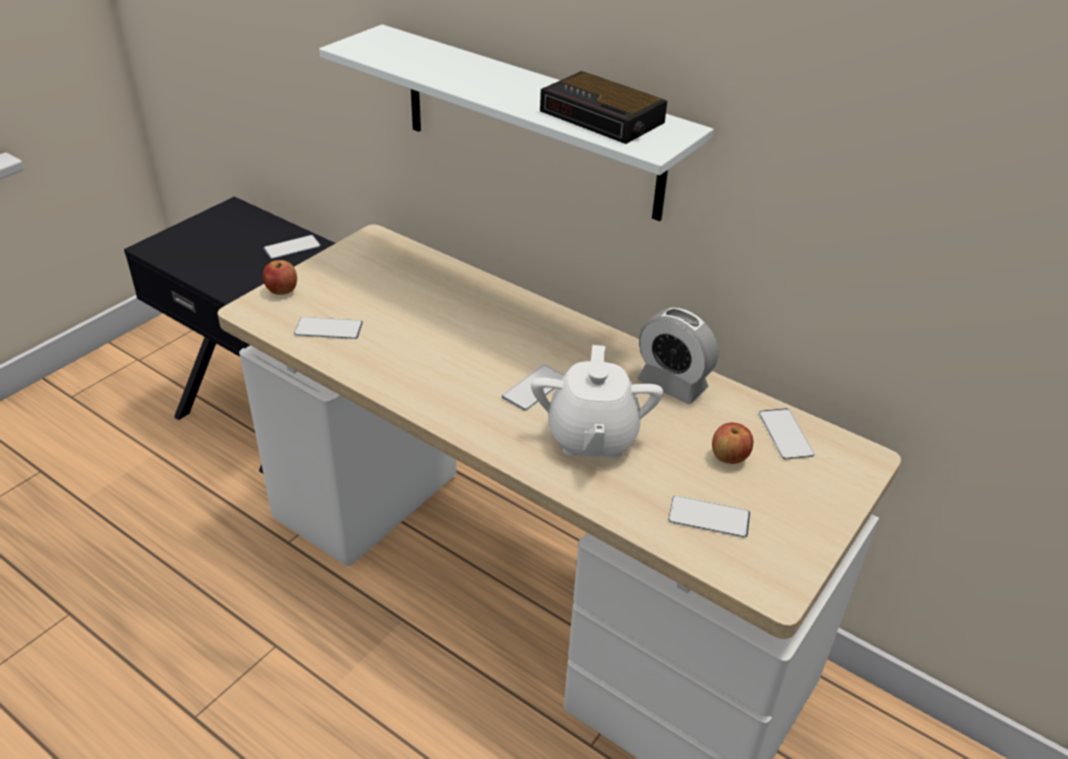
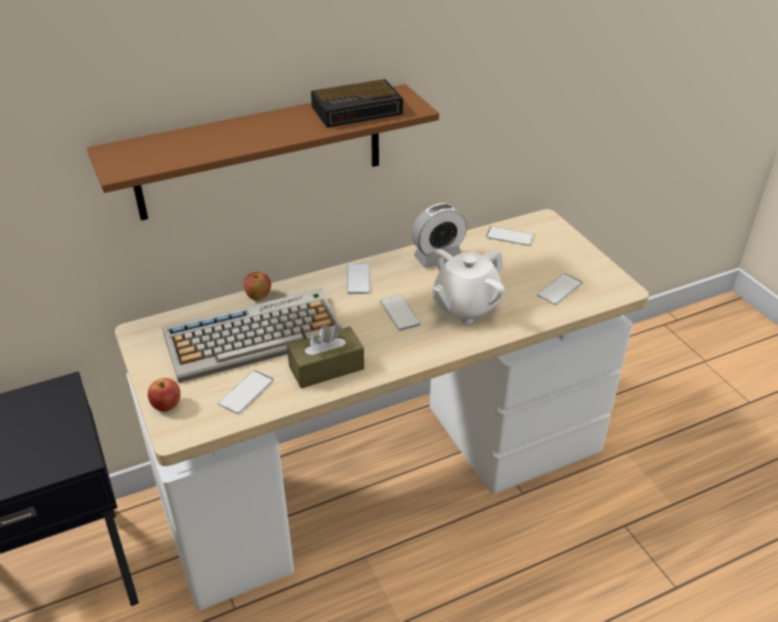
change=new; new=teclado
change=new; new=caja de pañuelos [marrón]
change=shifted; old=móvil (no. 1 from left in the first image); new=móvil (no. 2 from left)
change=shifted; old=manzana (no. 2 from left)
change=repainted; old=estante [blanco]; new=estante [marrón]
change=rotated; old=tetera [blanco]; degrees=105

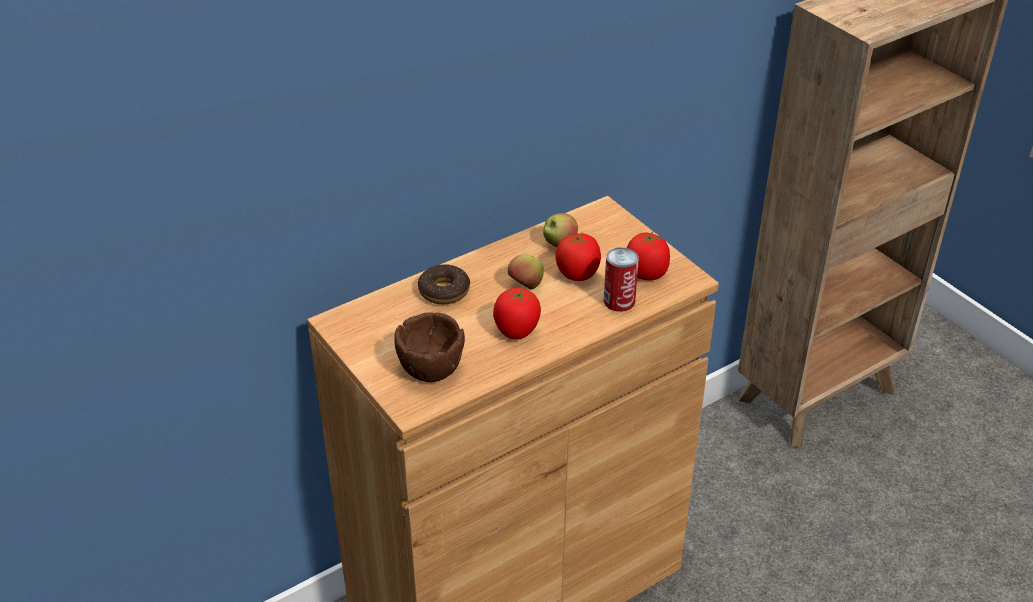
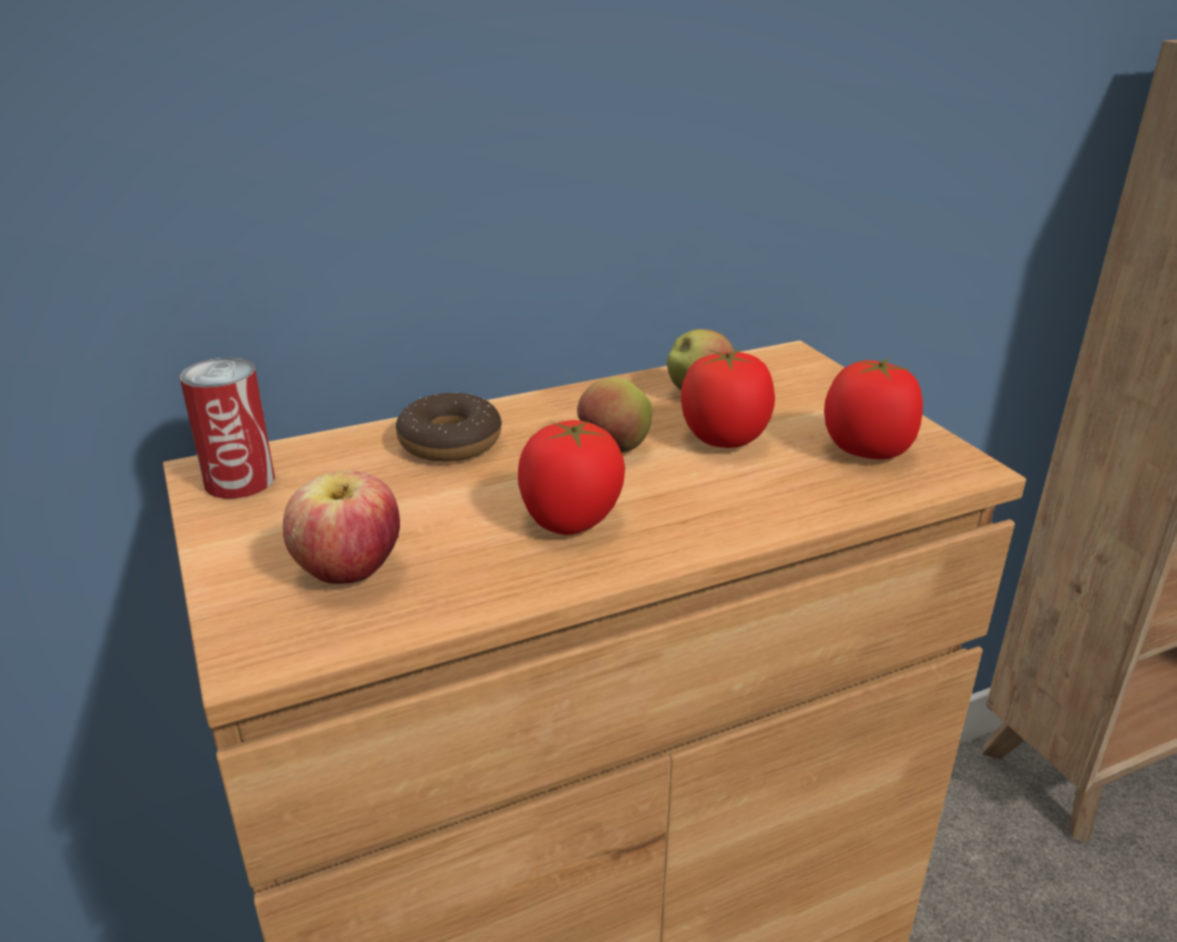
change=shifted; old=lata
change=swapped; old=cuenco [marrón]; new=manzana (no. 1 from left)

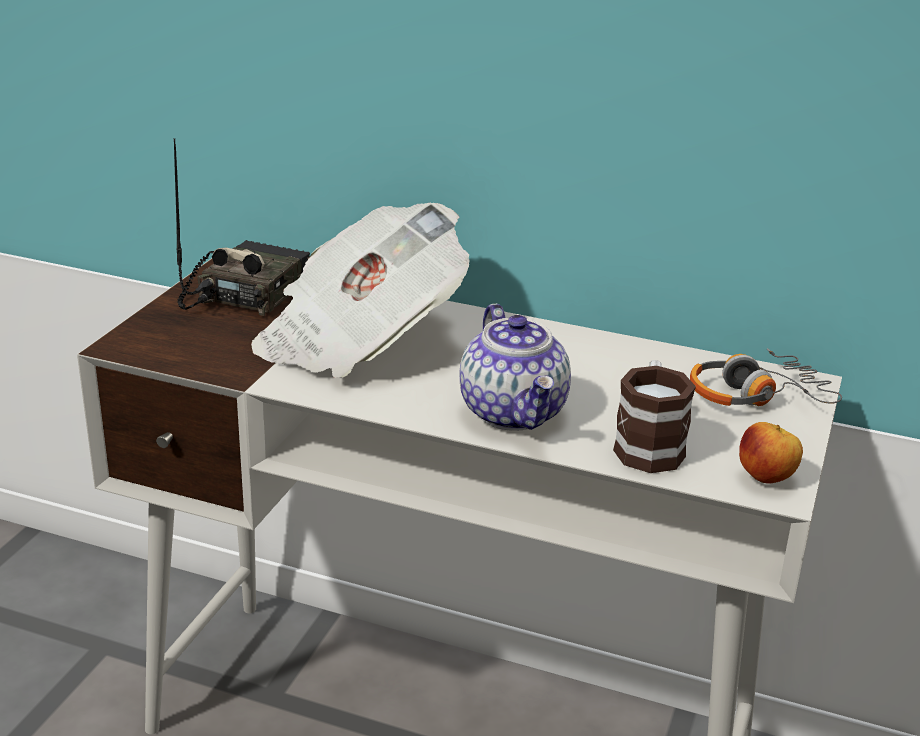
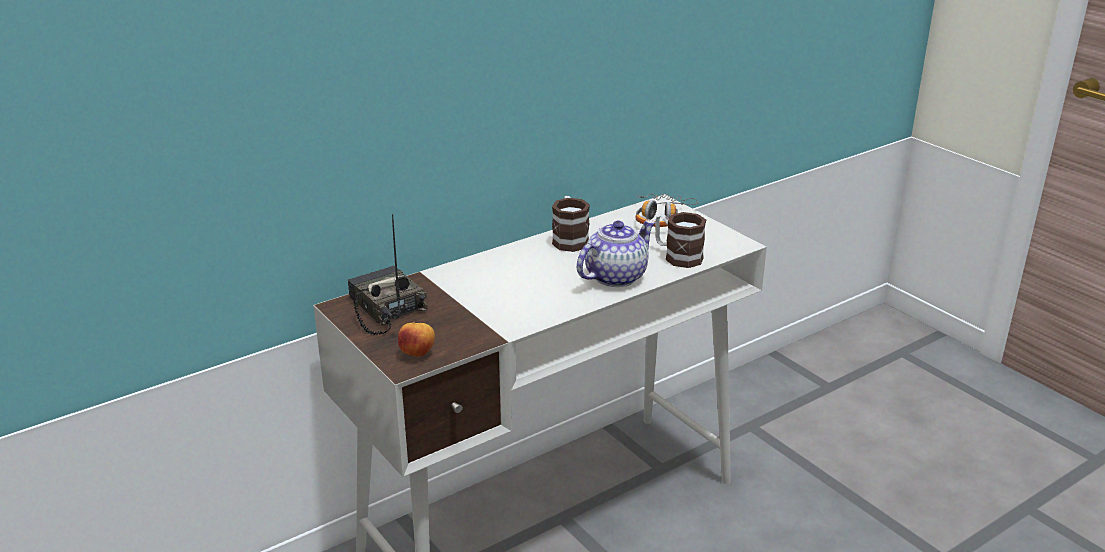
change=gone; old=periódico
change=new; new=taza grande (no. 1 from left)
change=shifted; old=manzana
change=rotated; old=tetera; degrees=-60

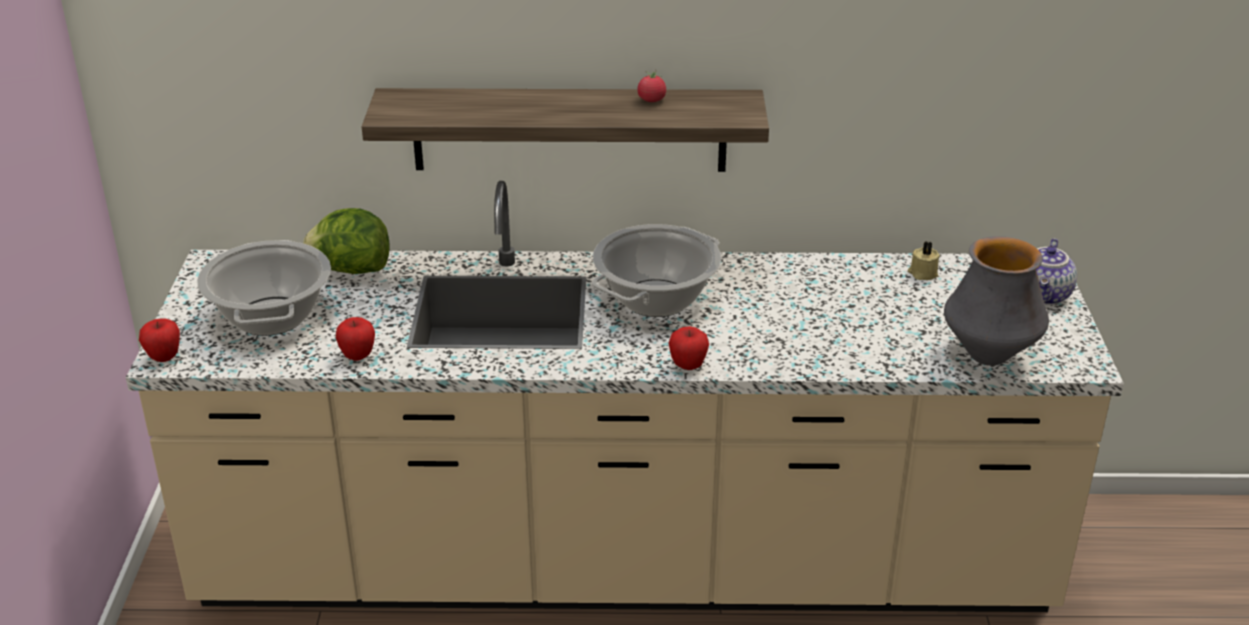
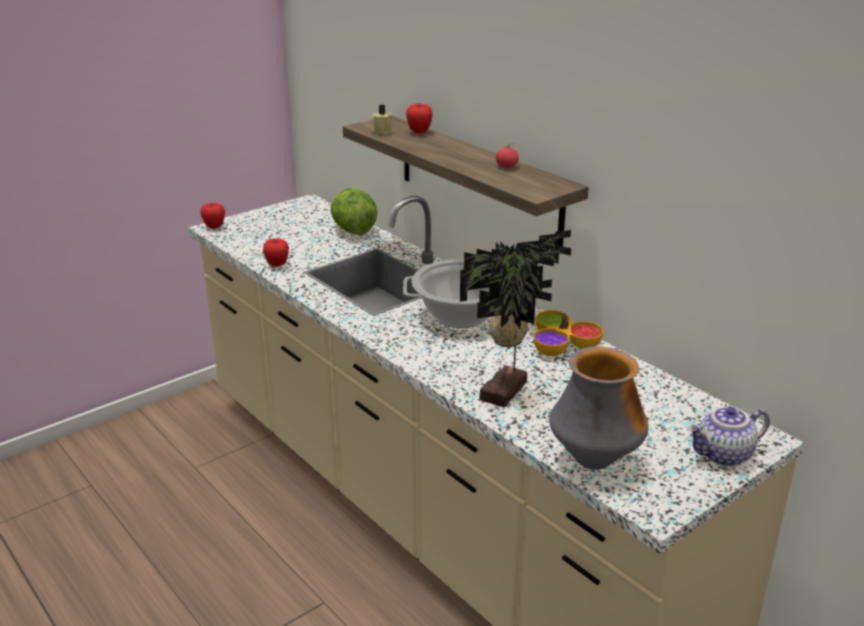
change=gone; old=olla (no. 1 from left)
change=new; new=planta en maceta
change=new; new=cuenco
change=shifted; old=manzana (no. 3 from left)
change=shifted; old=vela [beis]

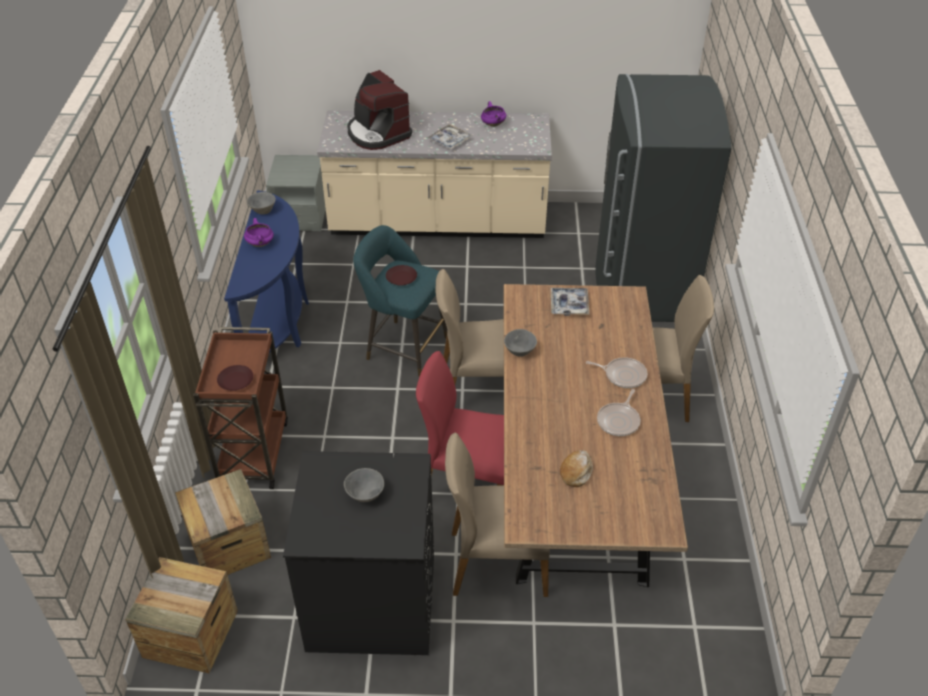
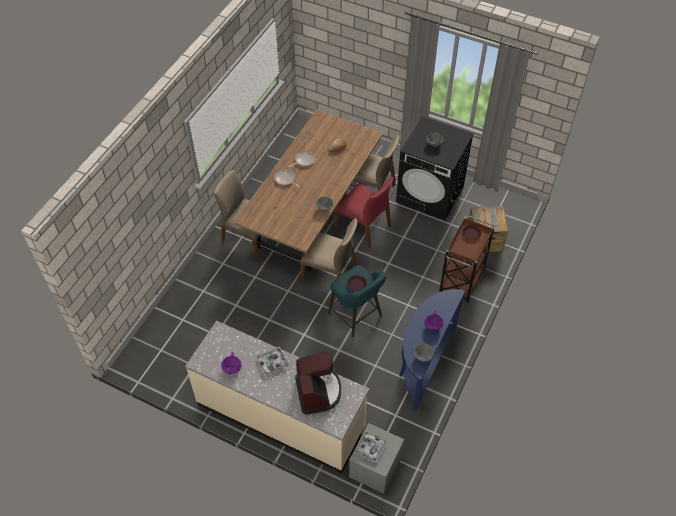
change=gone; old=caja de embalaje (no. 1 from left)
change=gone; old=nevera [gris]
change=shifted; old=bandeja (no. 2 from left)

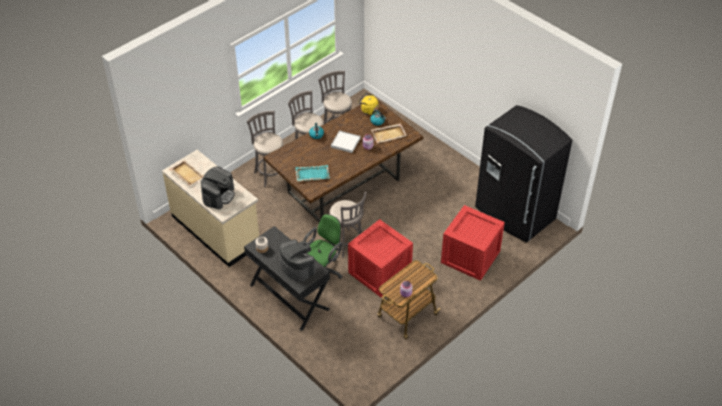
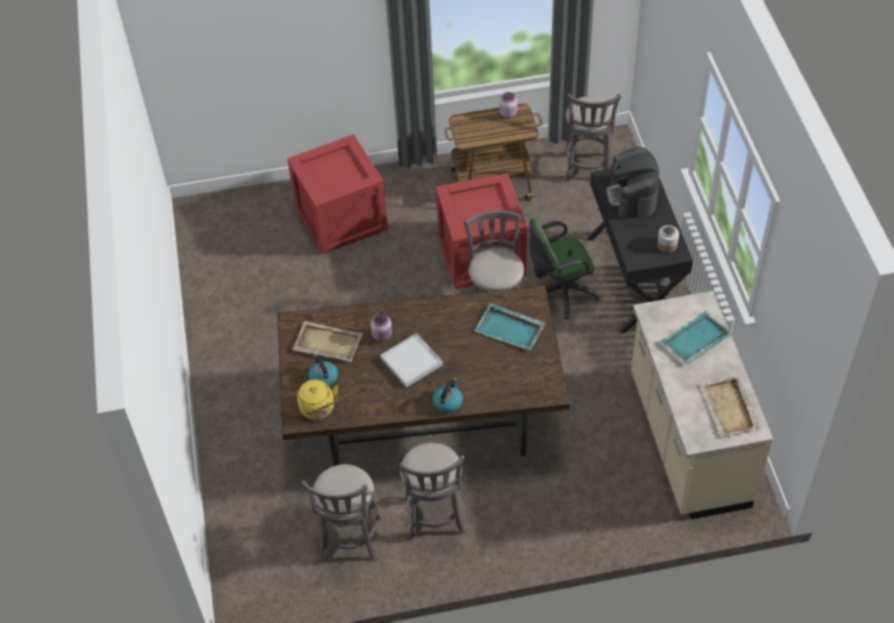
change=gone; old=nevera [negro]
change=shifted; old=taburete [gris] (no. 1 from left in the first image); new=taburete [gris] (no. 4 from left)
change=swapped; old=cafetera (no. 1 from left); new=bandeja [turquesa] (no. 2 from left)

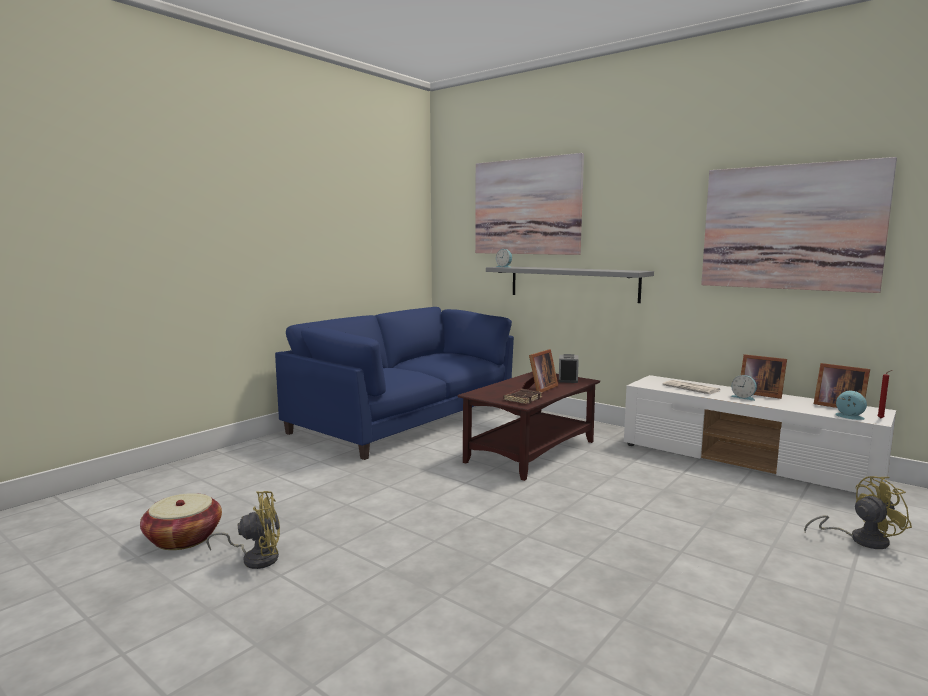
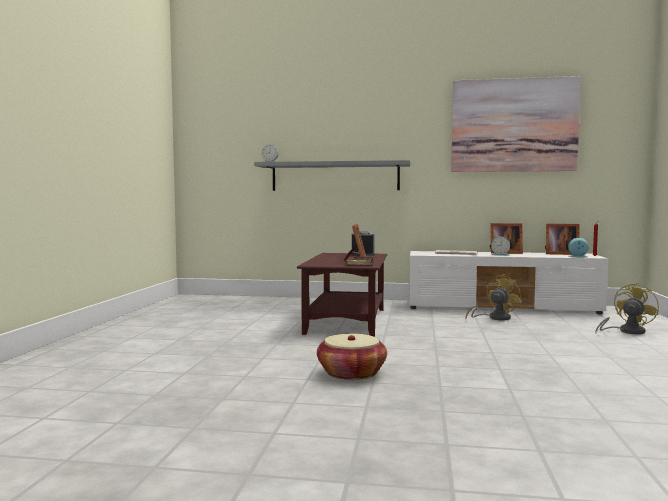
change=gone; old=sofá [azul]
change=gone; old=cuadro (no. 1 from left)
change=shifted; old=cesta
change=shifted; old=ventilador [amarillo] (no. 1 from left)

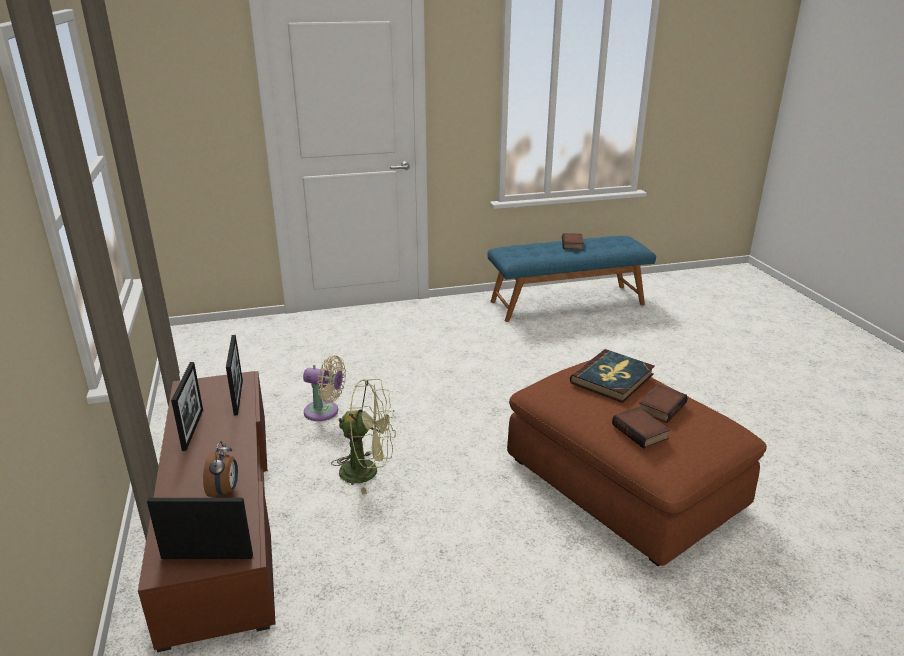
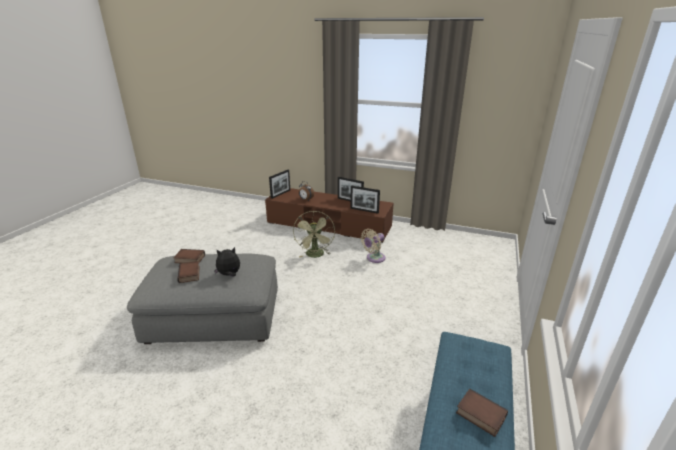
change=swapped; old=libro (no. 2 from left); new=peluche
change=repainted; old=puf [marrón]; new=puf [gris]
change=rotated; old=ventilador [verde]; degrees=-45

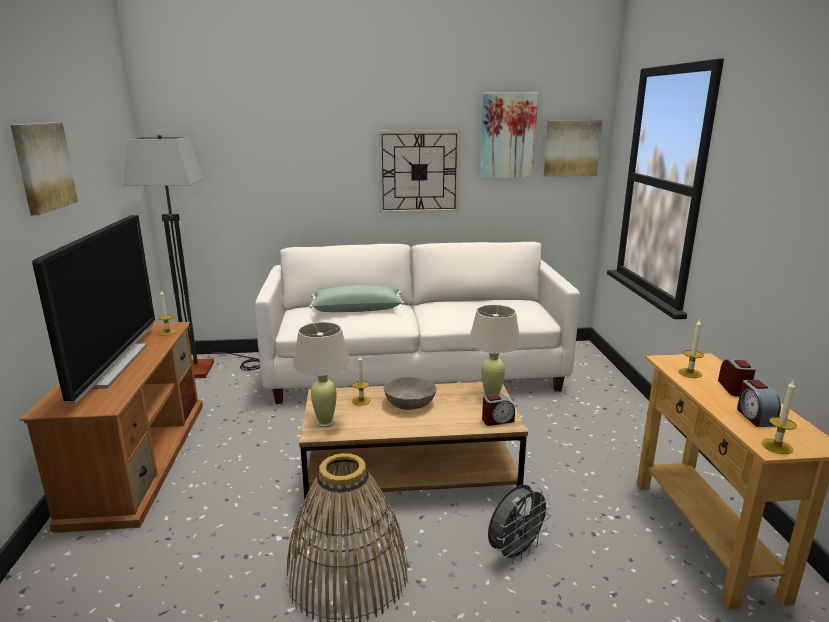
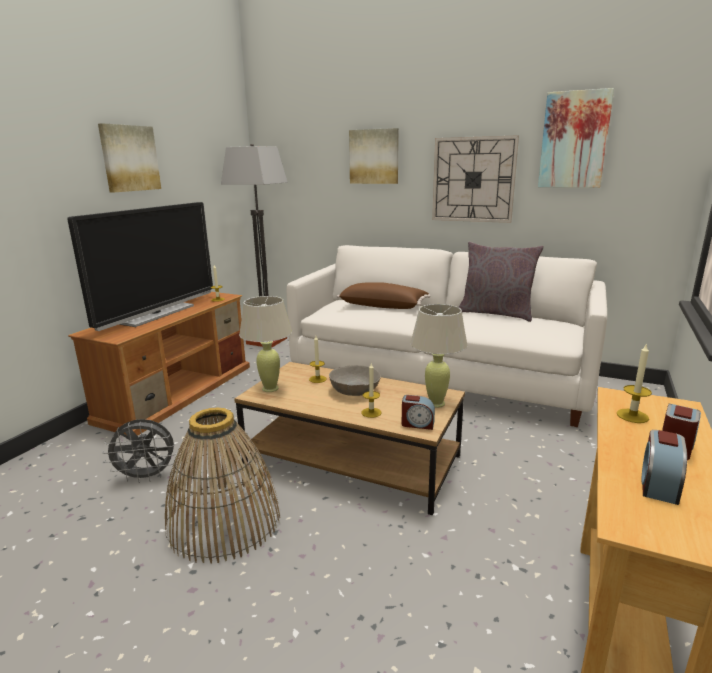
change=new; new=cojín [gris]
change=shifted; old=ventilador [gris]
change=shifted; old=cuadro (no. 3 from left in the first image); new=cuadro (no. 2 from left)
change=shifted; old=vela (no. 4 from left in the first image); new=vela (no. 3 from left)
change=repainted; old=cojín [verde]; new=cojín [marrón]

